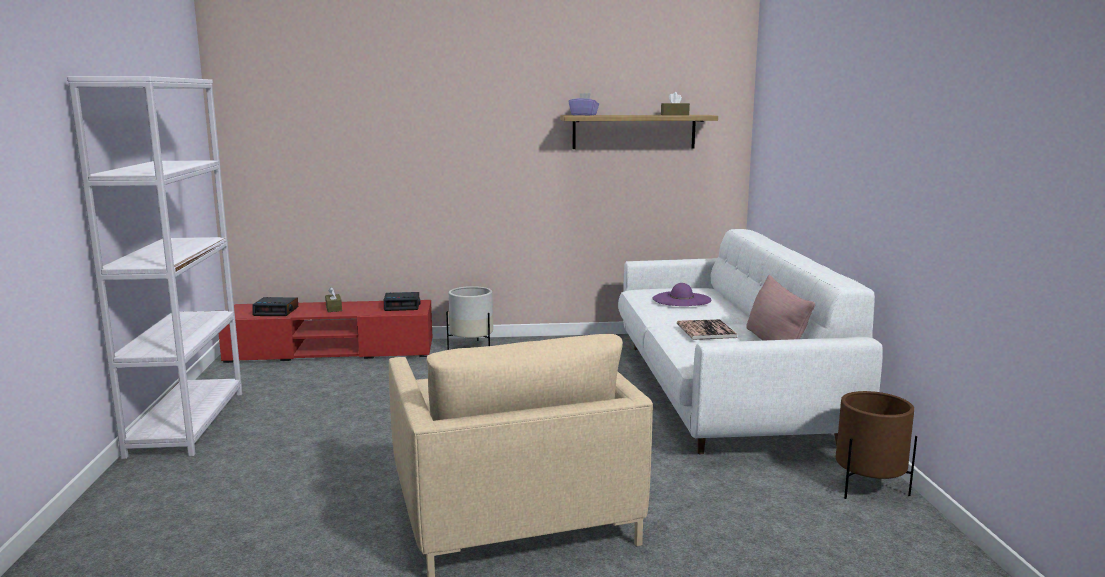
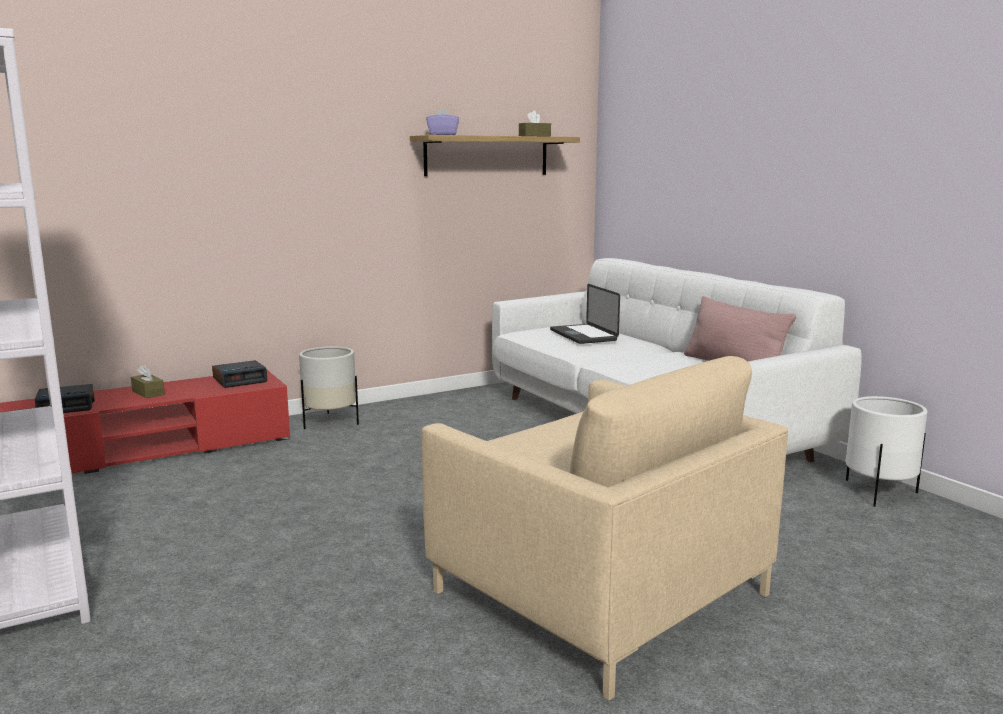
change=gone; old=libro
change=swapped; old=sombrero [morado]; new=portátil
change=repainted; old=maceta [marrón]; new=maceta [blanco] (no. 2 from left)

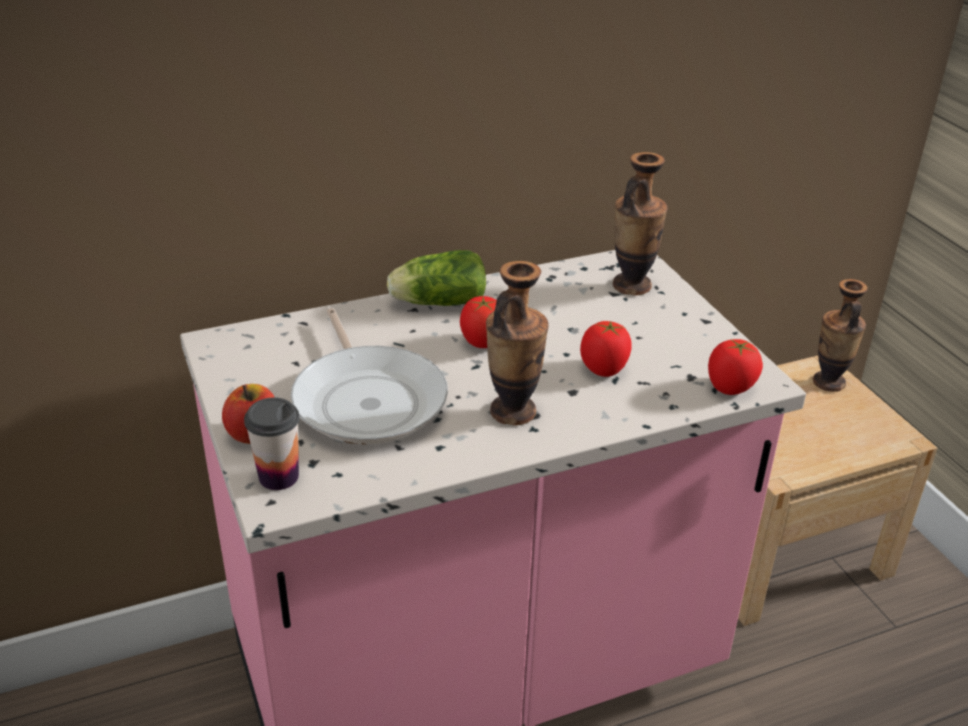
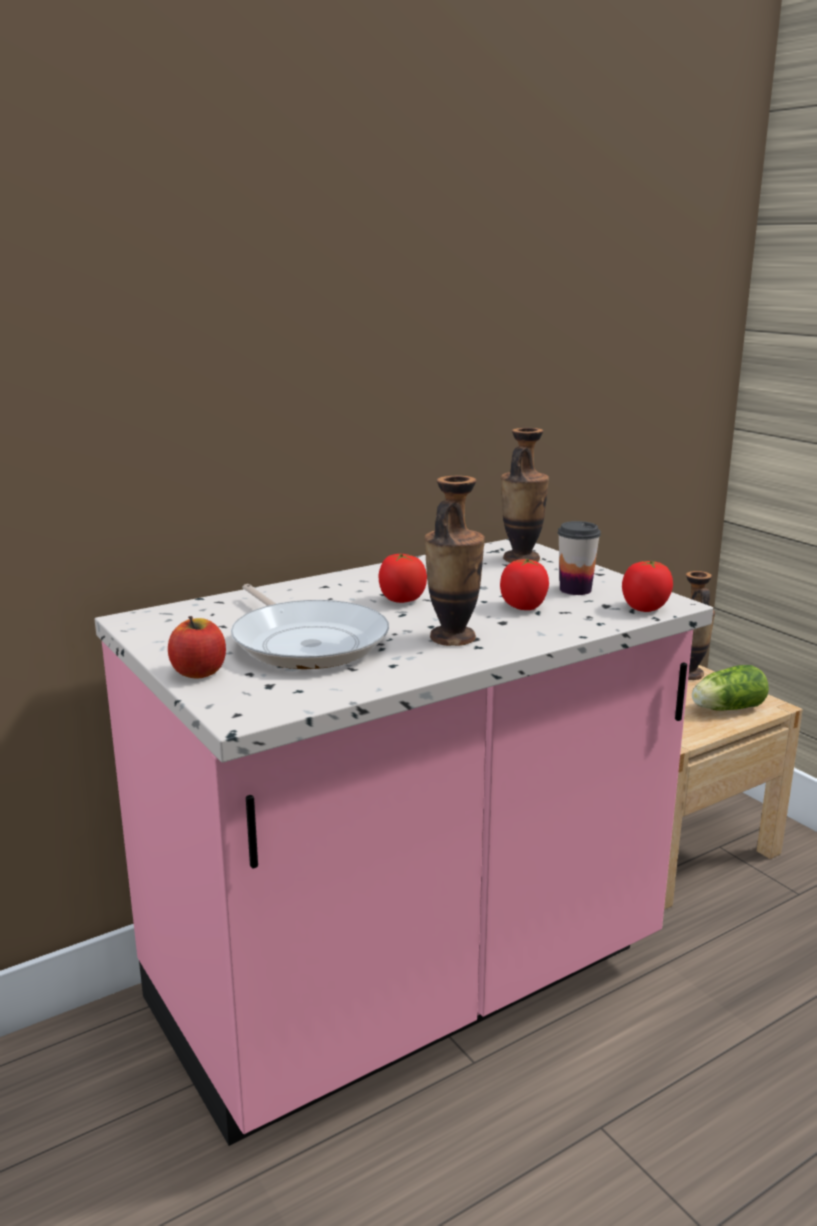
change=shifted; old=taza
change=shifted; old=lechuga

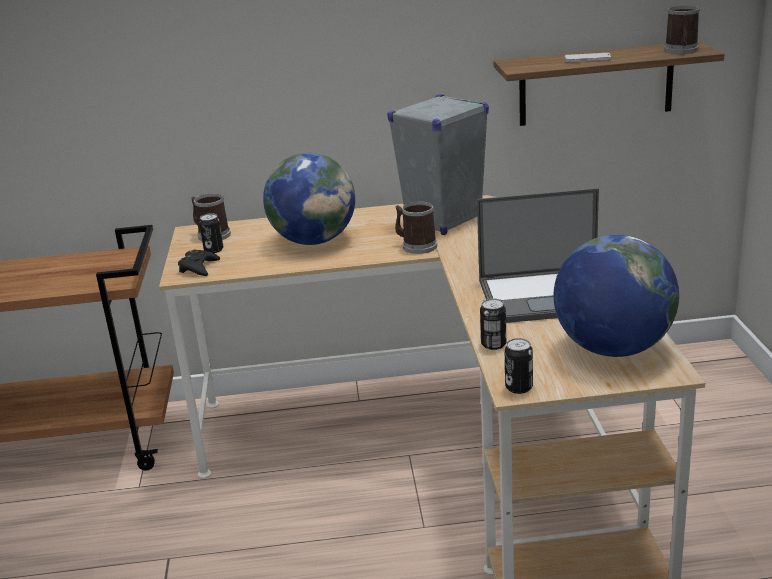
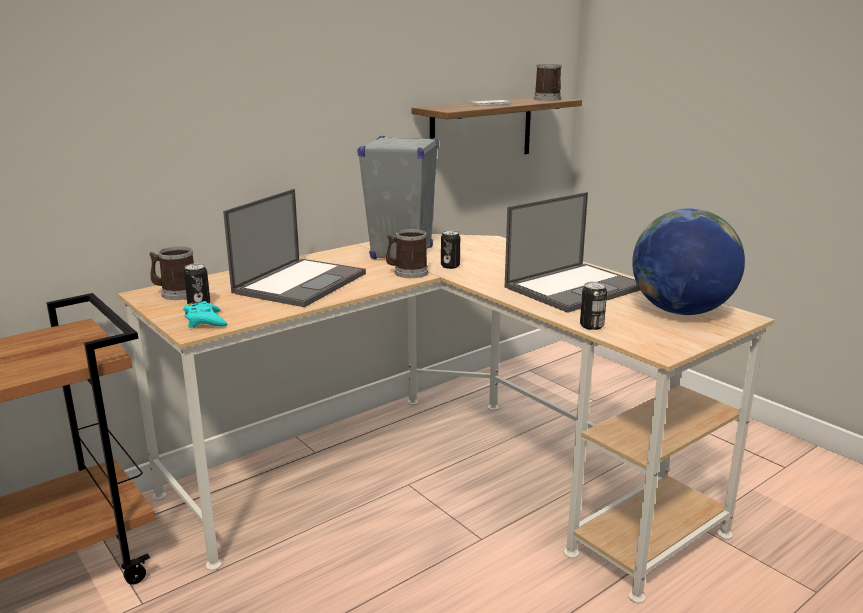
change=shifted; old=lata (no. 3 from left in the first image); new=lata (no. 2 from left)
change=swapped; old=globo terráqueo (no. 1 from left); new=portátil (no. 1 from left)
change=repainted; old=mando de consola [negro]; new=mando de consola [turquesa]

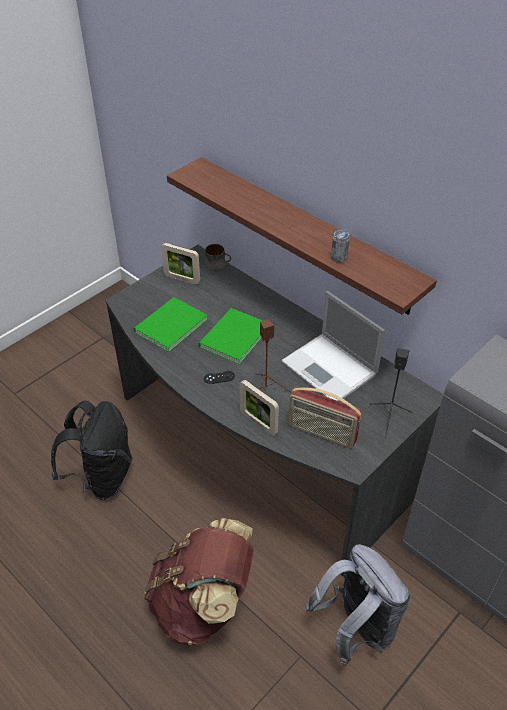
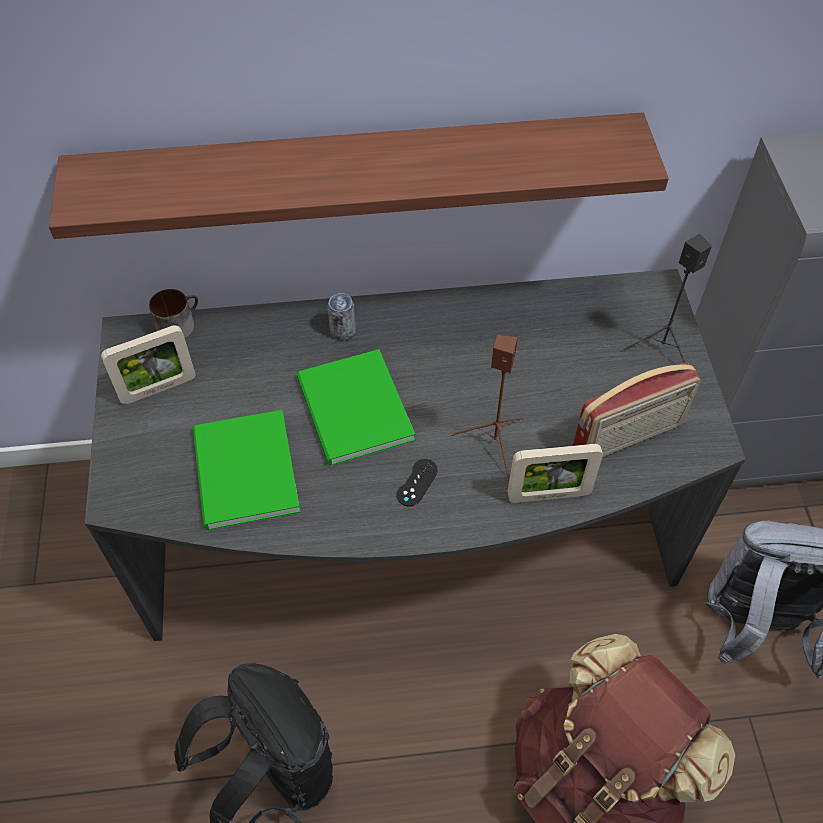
change=gone; old=portátil
change=shifted; old=lata

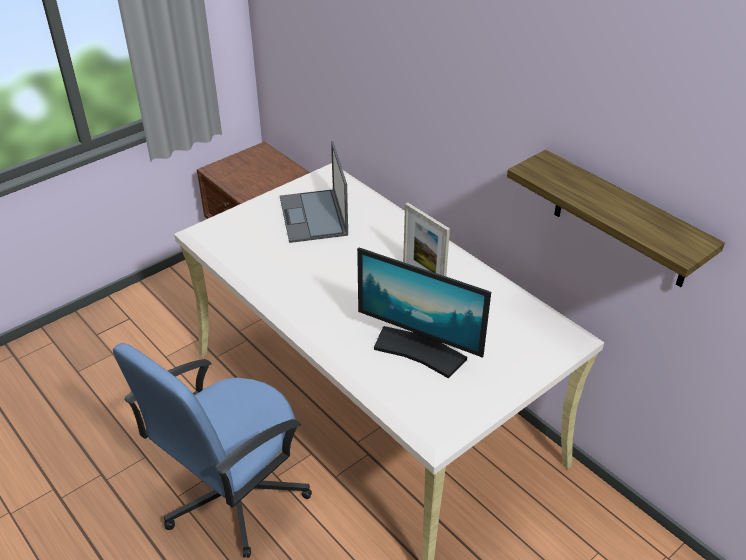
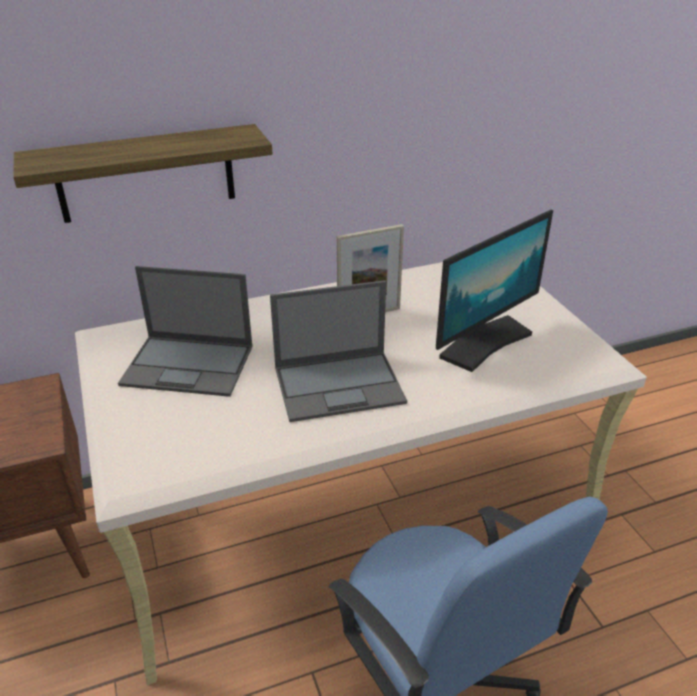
change=new; new=portátil (no. 2 from left)
change=shifted; old=estante

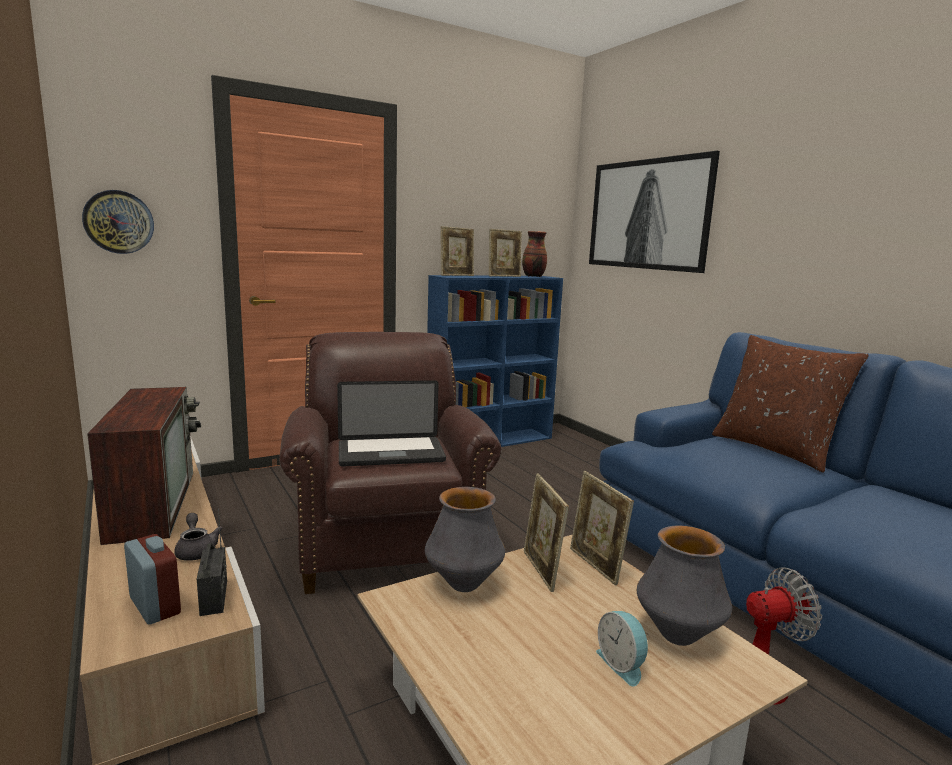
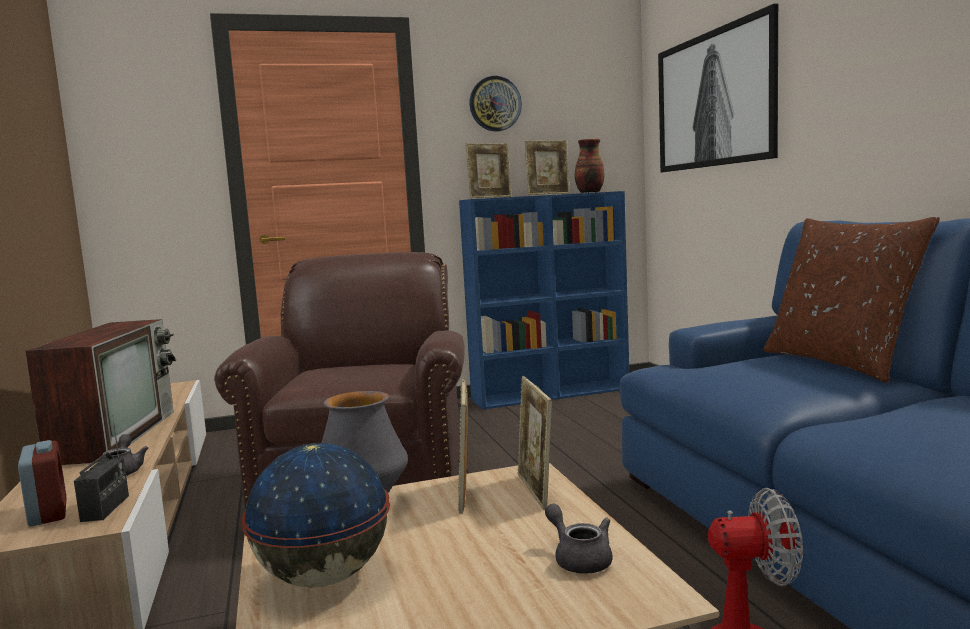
change=gone; old=portátil
change=gone; old=despertador (no. 2 from left)
change=new; new=globo terráqueo
change=shifted; old=reloj de pared
change=swapped; old=florero (no. 3 from left); new=tetera [gris] (no. 2 from left)

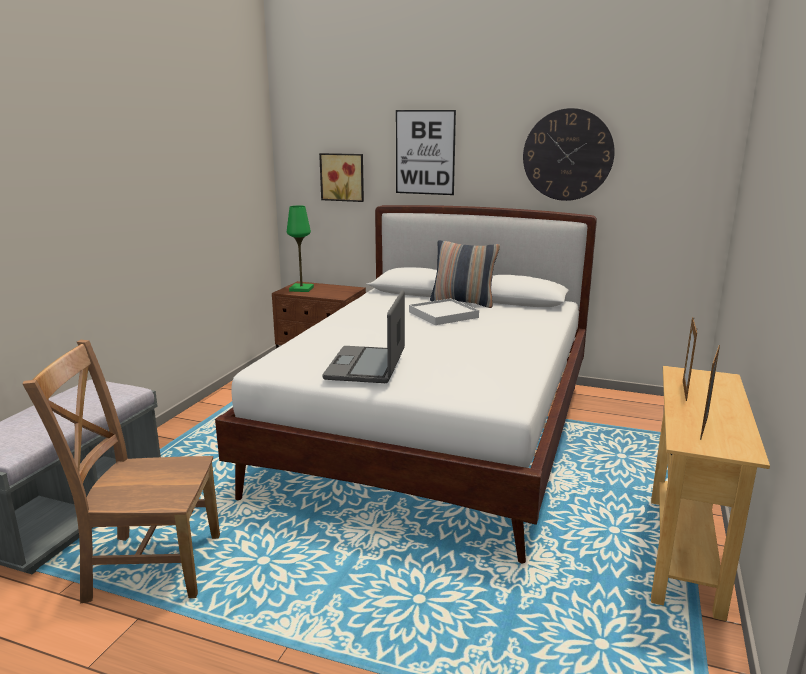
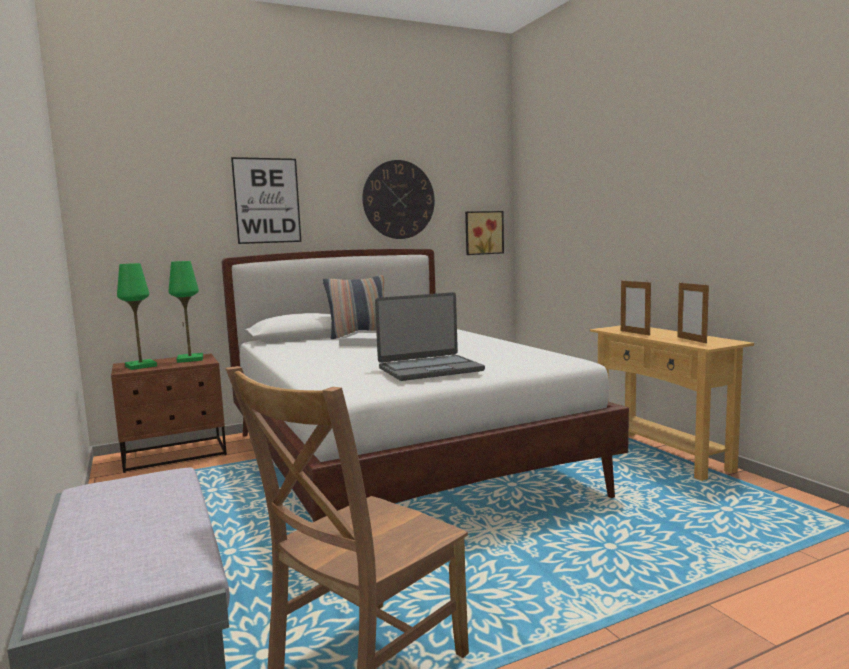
change=new; new=lámpara de mesa [verde] (no. 2 from left)
change=shifted; old=cuadro (no. 1 from left in the first image); new=cuadro (no. 2 from left)
change=rotated; old=portátil; degrees=-75

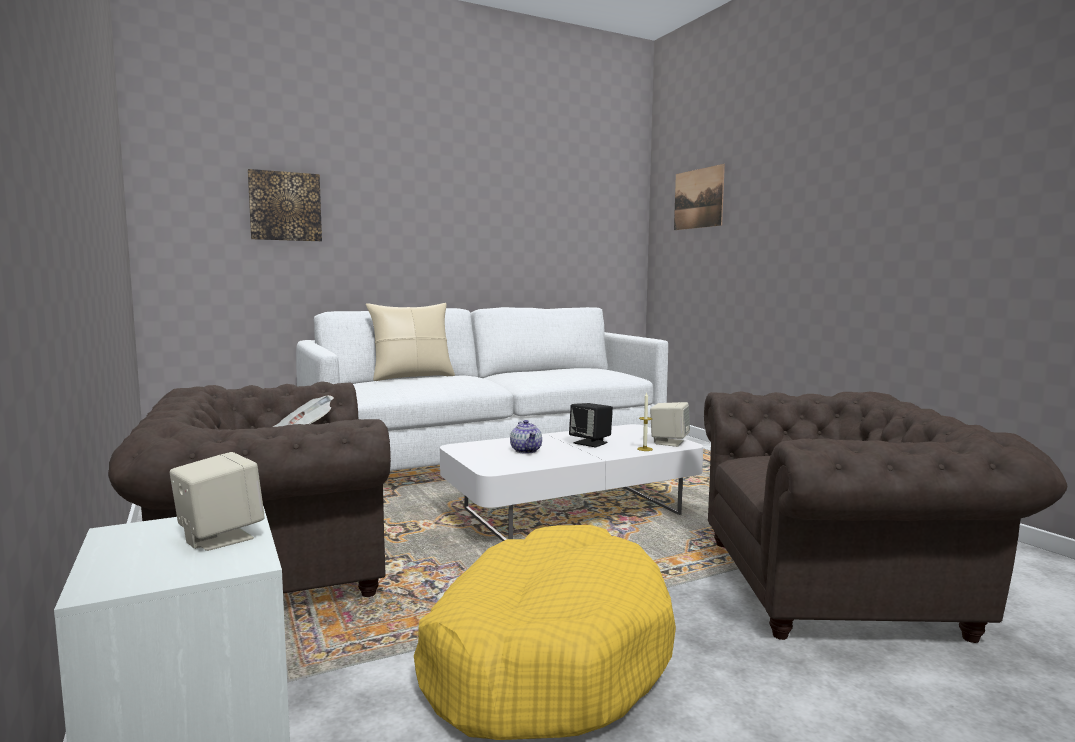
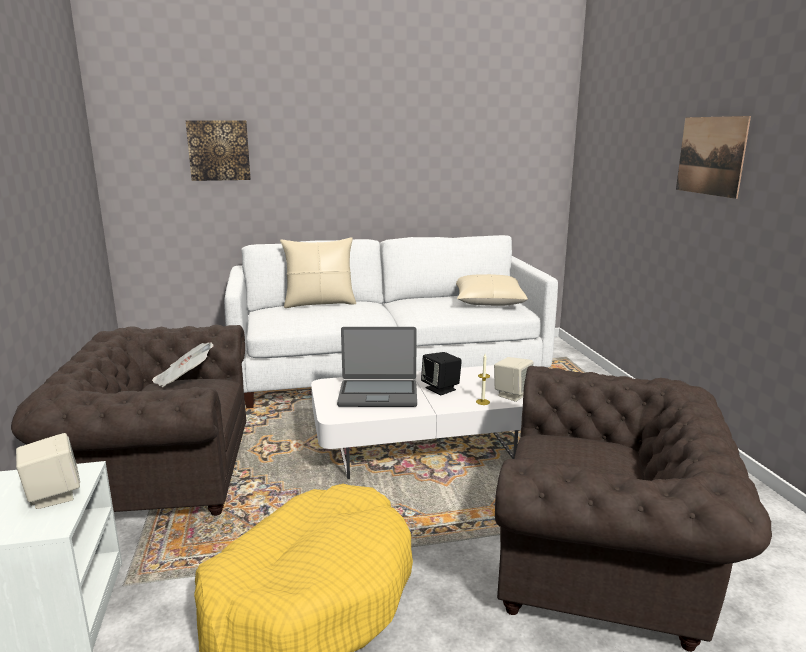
change=new; new=cojín [beis] (no. 2 from left)
change=shifted; old=cuadro (no. 2 from left)
change=swapped; old=tetera; new=portátil

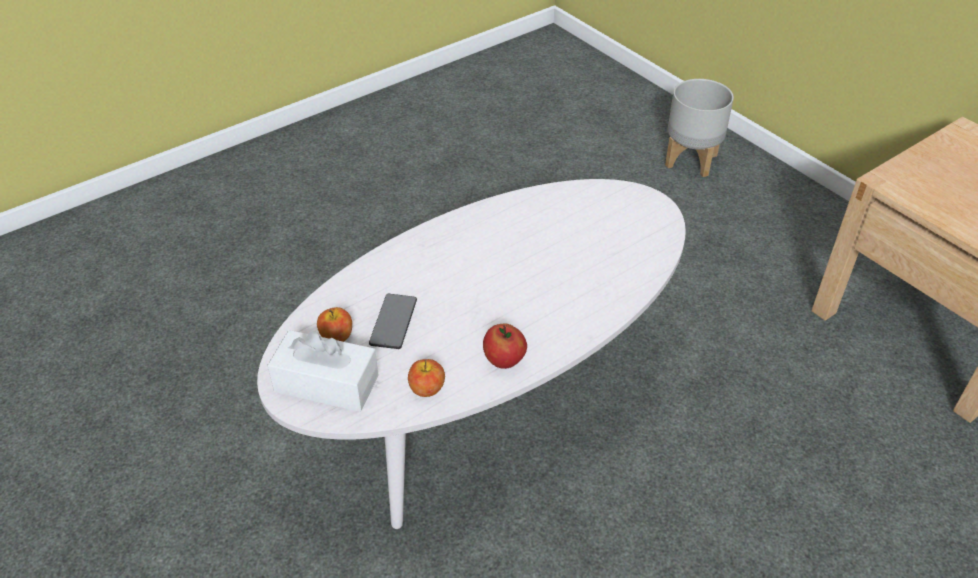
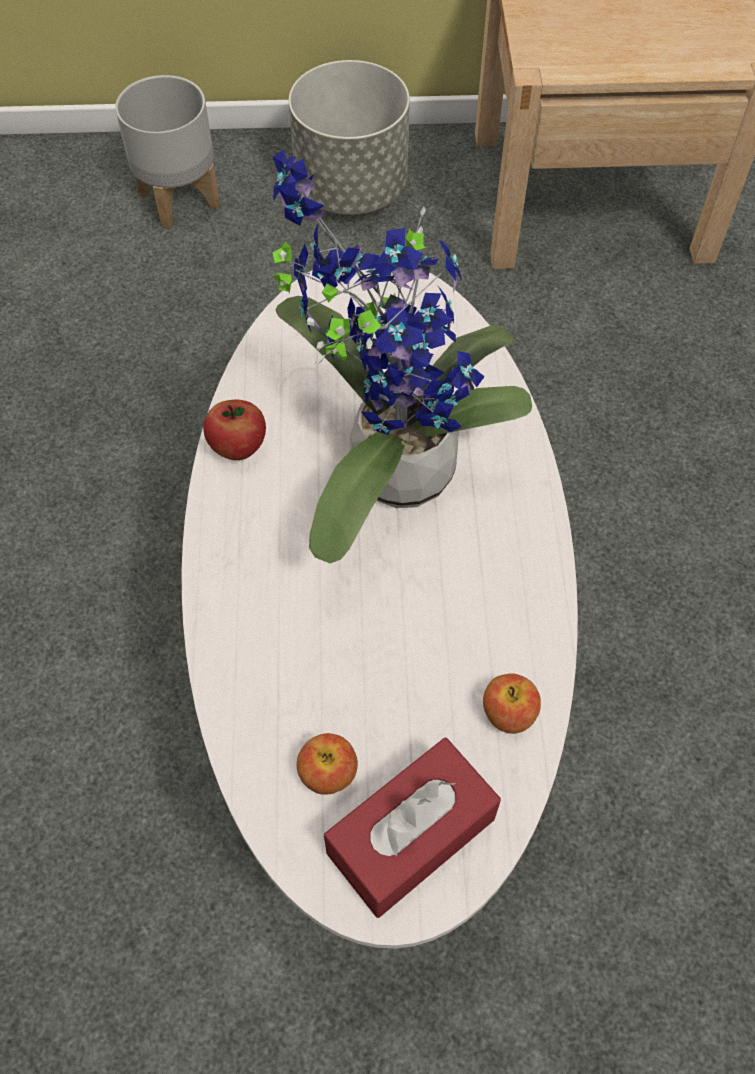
change=gone; old=móvil
change=new; new=planta en maceta
change=new; new=maceta [gris] (no. 2 from left)
change=shifted; old=manzana (no. 3 from left in the first image); new=manzana (no. 1 from left)
change=repainted; old=caja de pañuelos [blanco]; new=caja de pañuelos [rojo]

